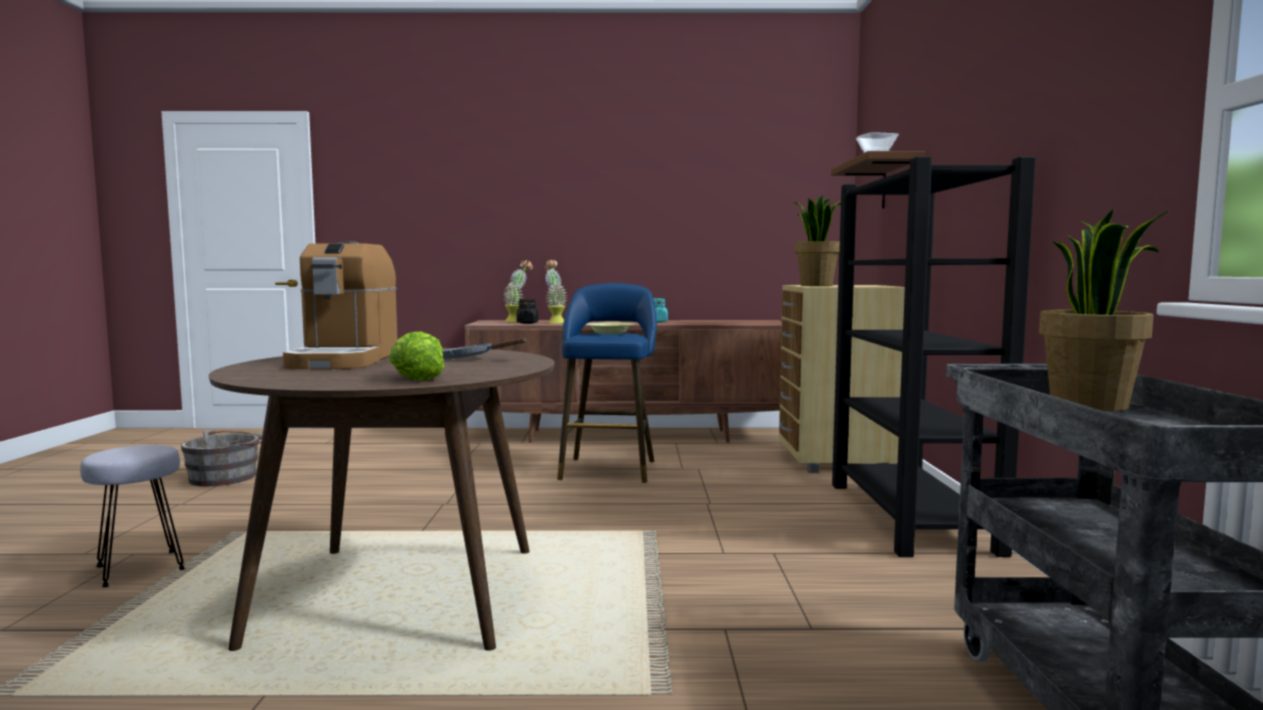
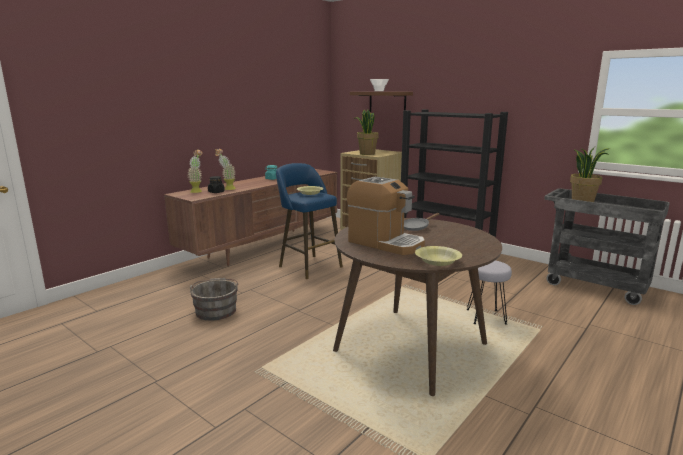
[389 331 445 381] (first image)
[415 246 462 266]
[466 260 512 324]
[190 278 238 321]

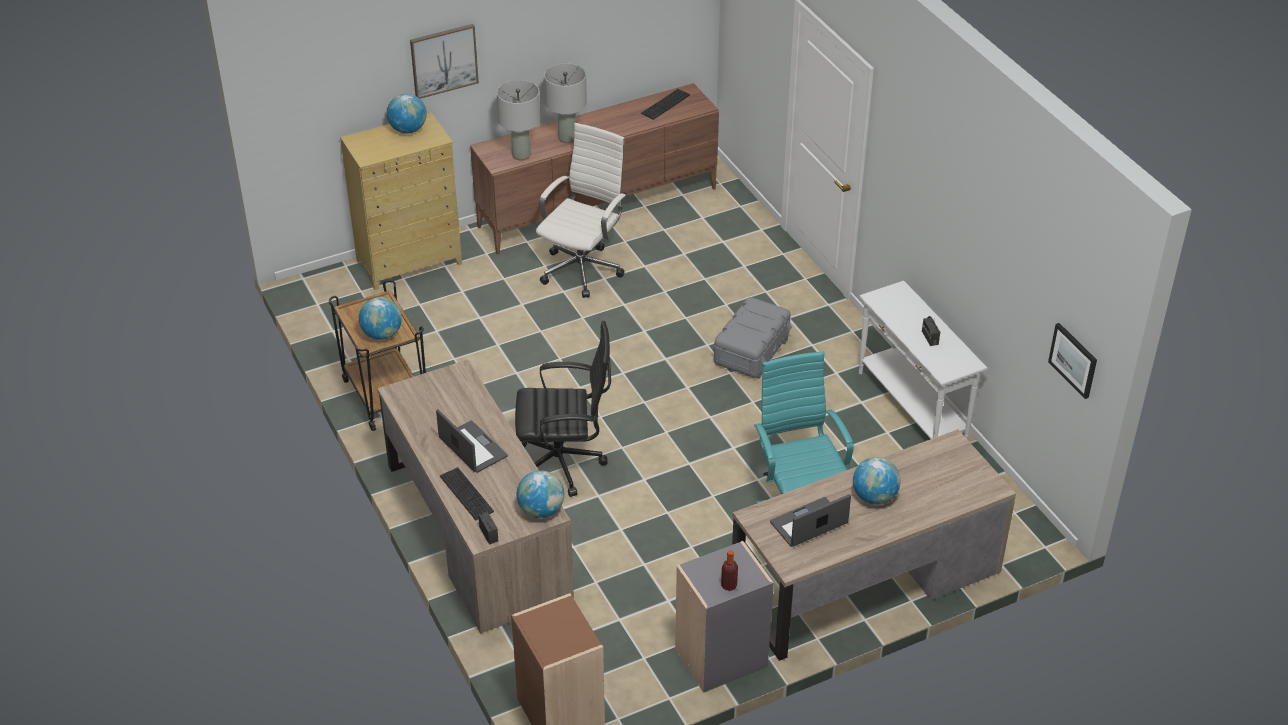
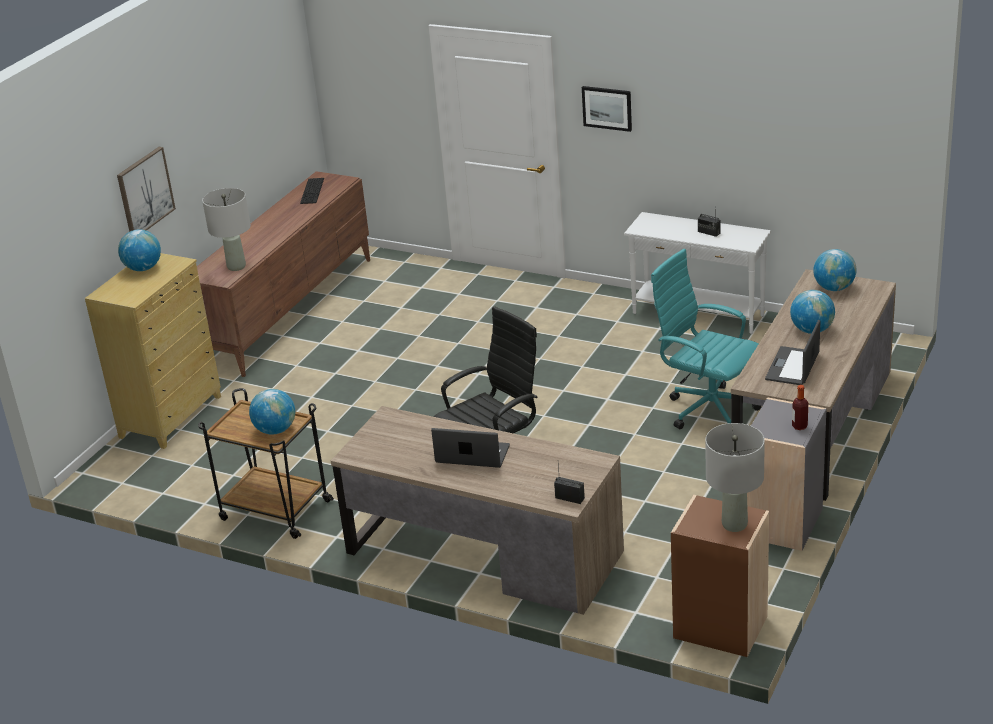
[440 467 494 520] (first image)
[536 123 627 298] (first image)
[712 297 792 379] (first image)
[813 249 857 291]
[705 423 765 532]
[582 86 632 132]

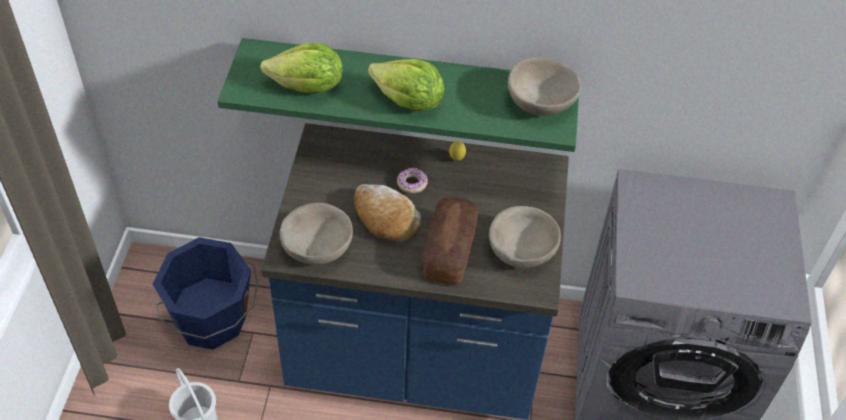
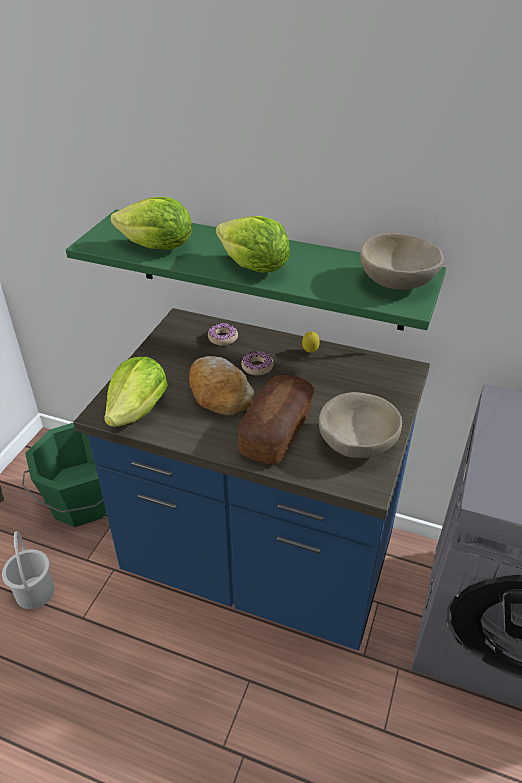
[208 323 238 346]
[104 357 168 427]
[22 423 106 527]

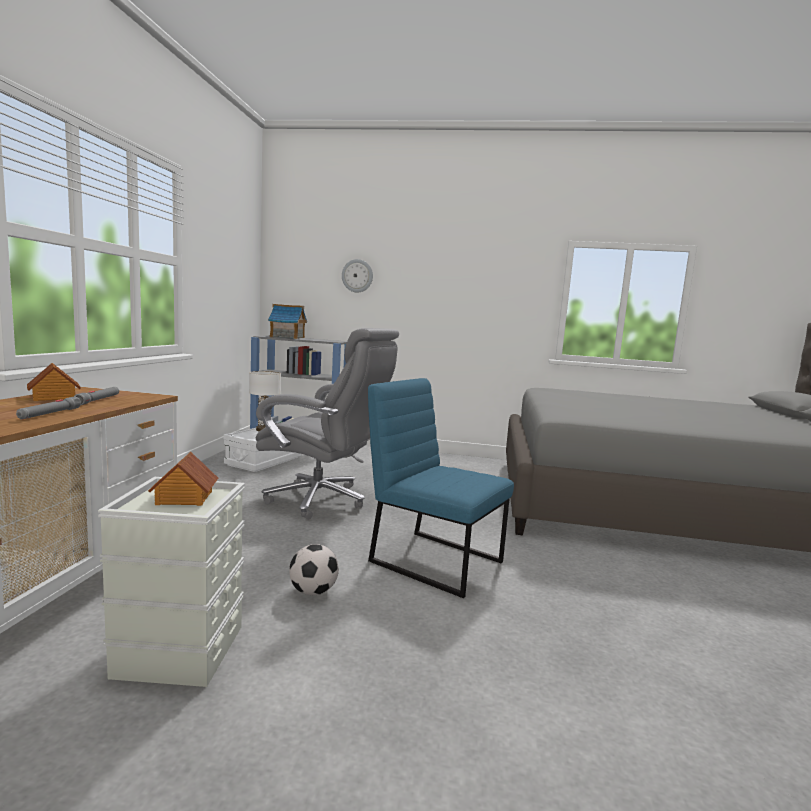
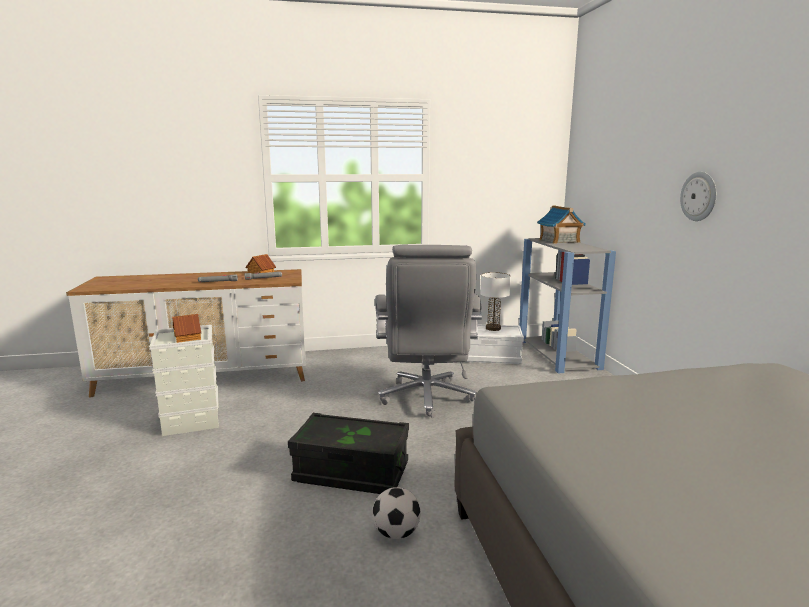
[372 487 421 539]
[680 172 717 221]
[288 413 409 494]

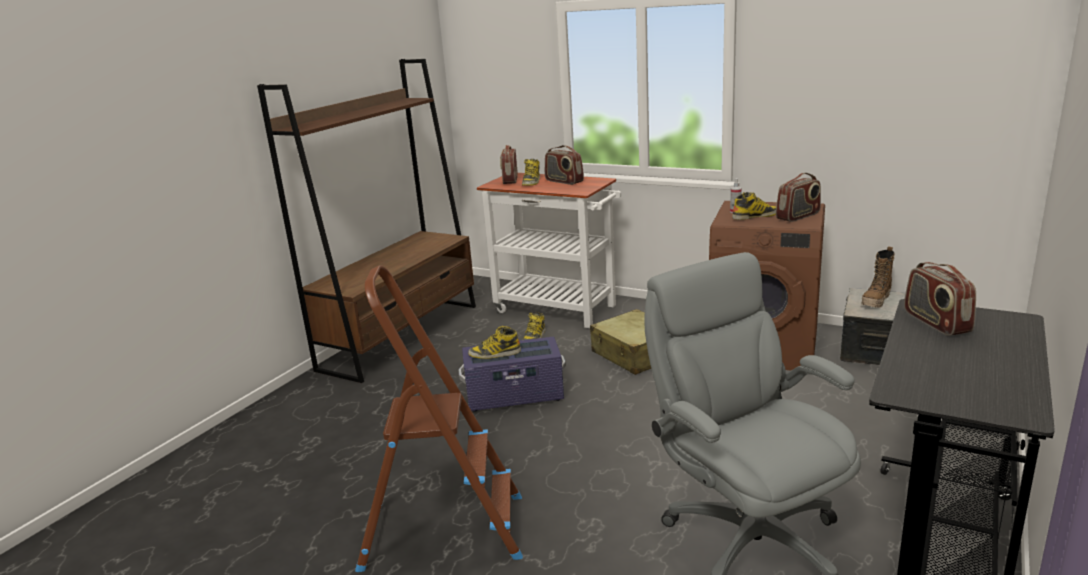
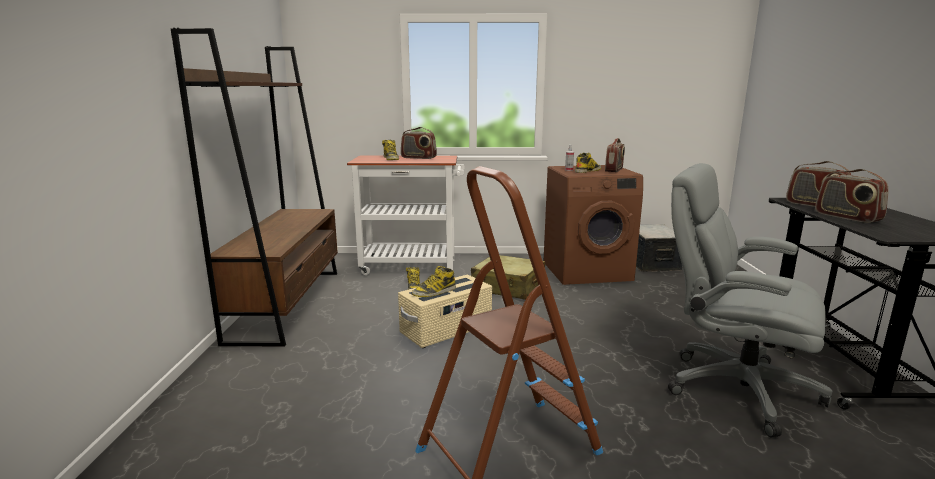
[861 246 895 308] (first image)
[815 169 889 223]
[398 275 492 348]

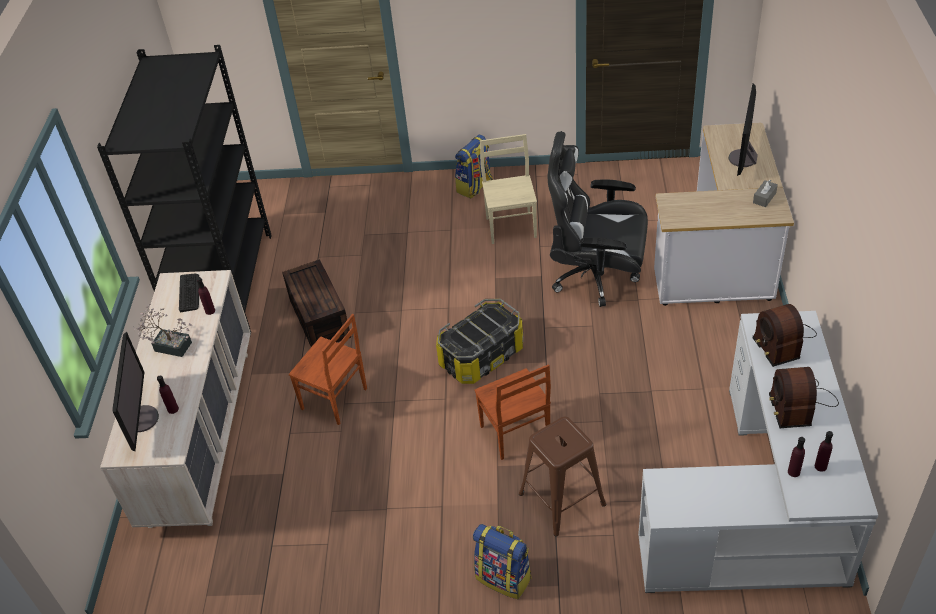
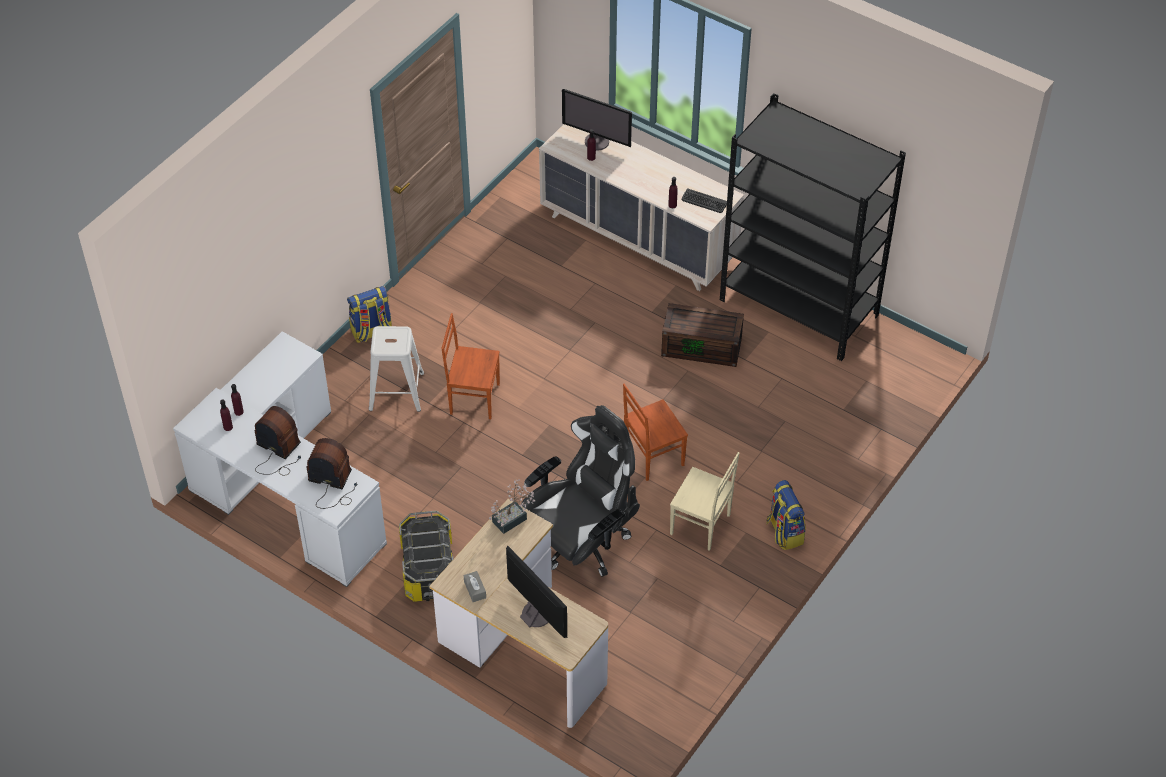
[489 479 535 534]
[623 384 688 481]
[399 511 454 602]
[369 326 424 412]

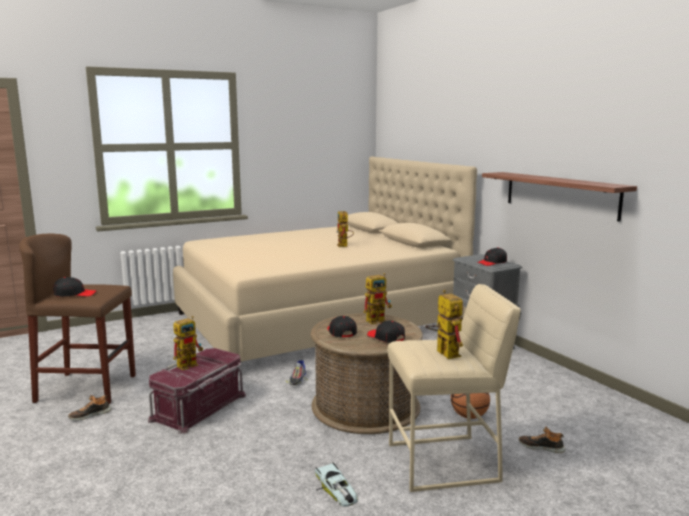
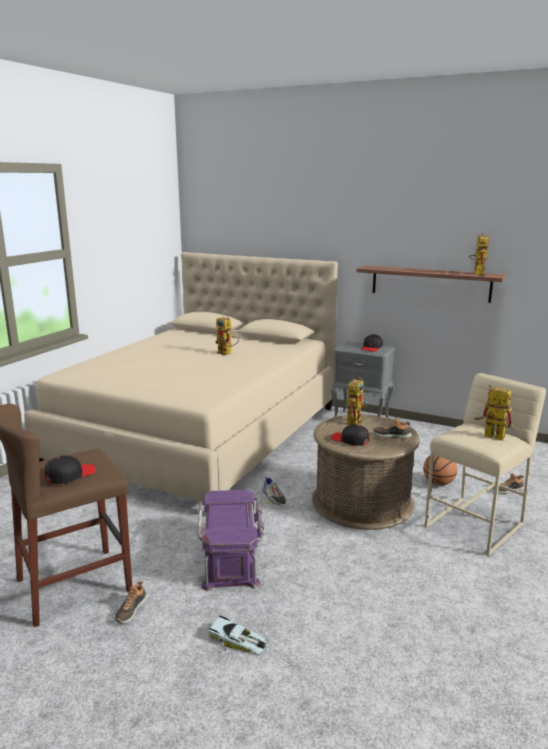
[469 233 489 275]
[208 616 267 655]
[373 417 411 439]
[197 490 264 591]

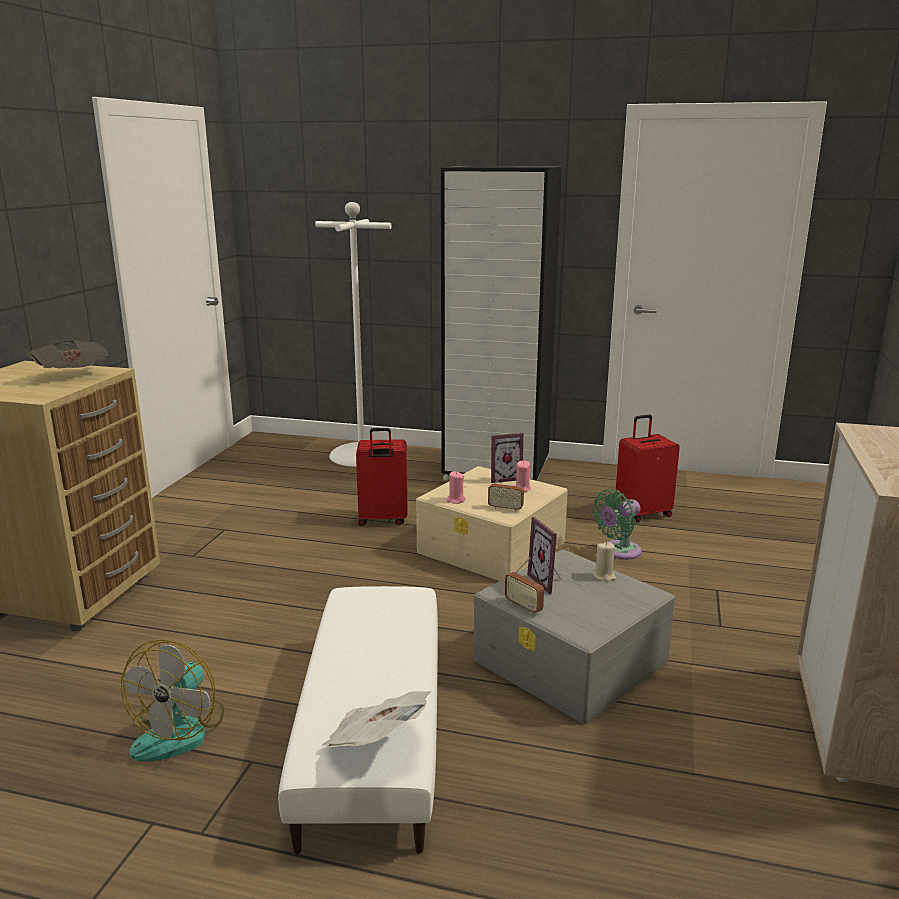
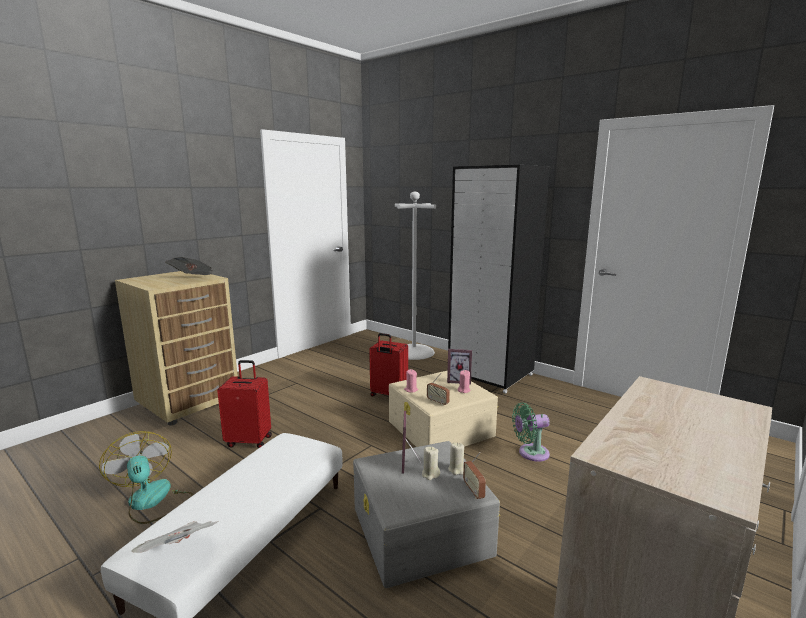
[422 447 440 480]
[463 452 486 499]
[217 360 272 448]
[99 431 193 524]

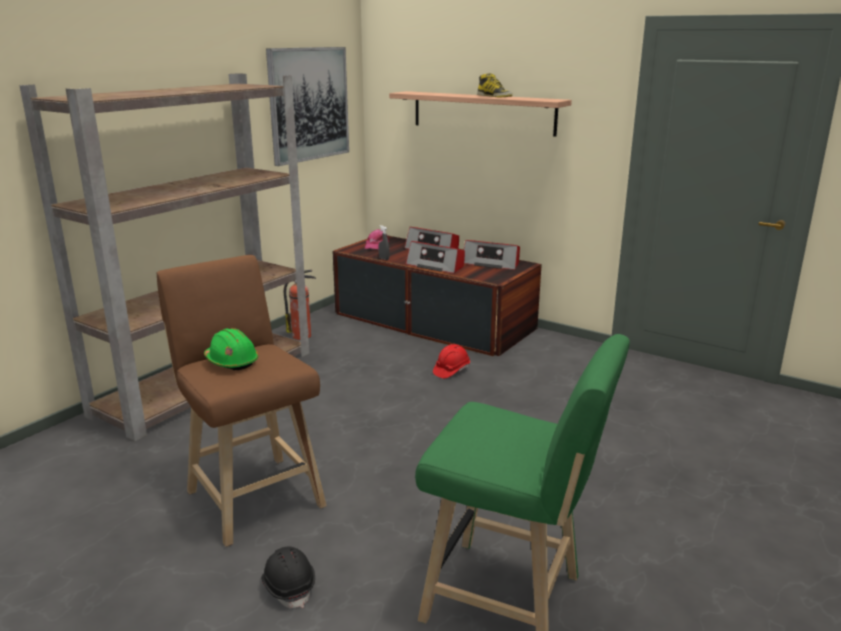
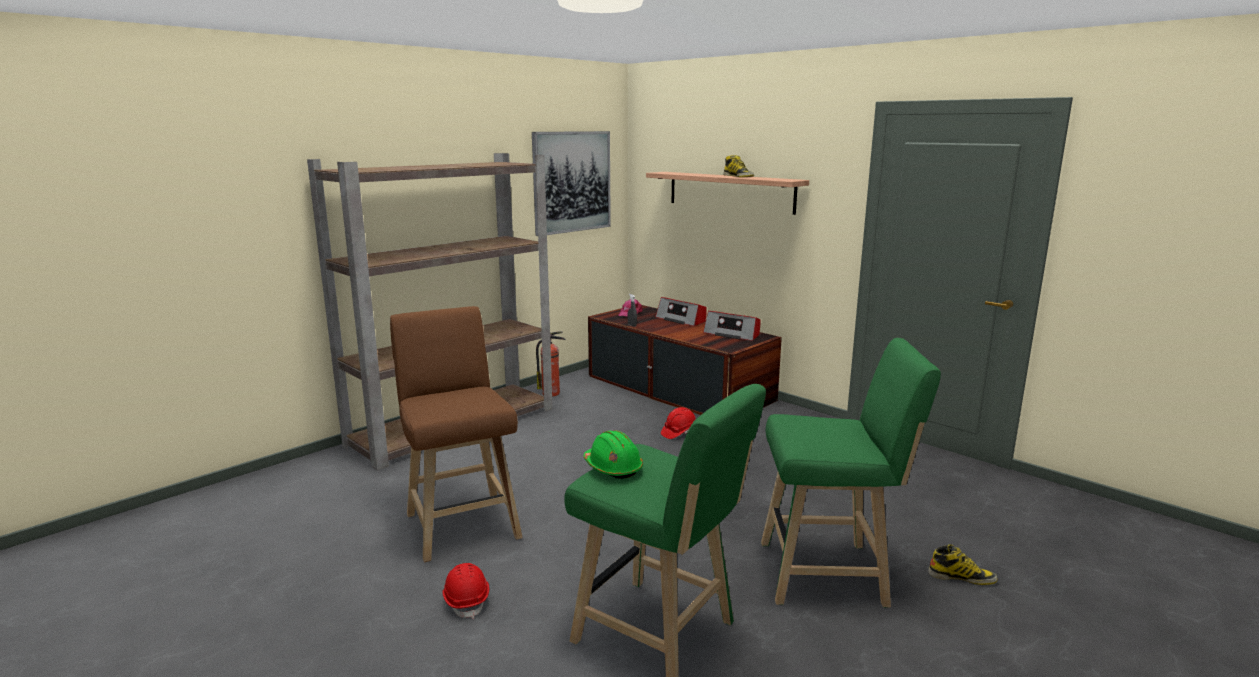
[406 241 465 273] (first image)
[761 338 941 608]
[928 544 998 585]
[583 430 643 479]
[442 563 489 619]

